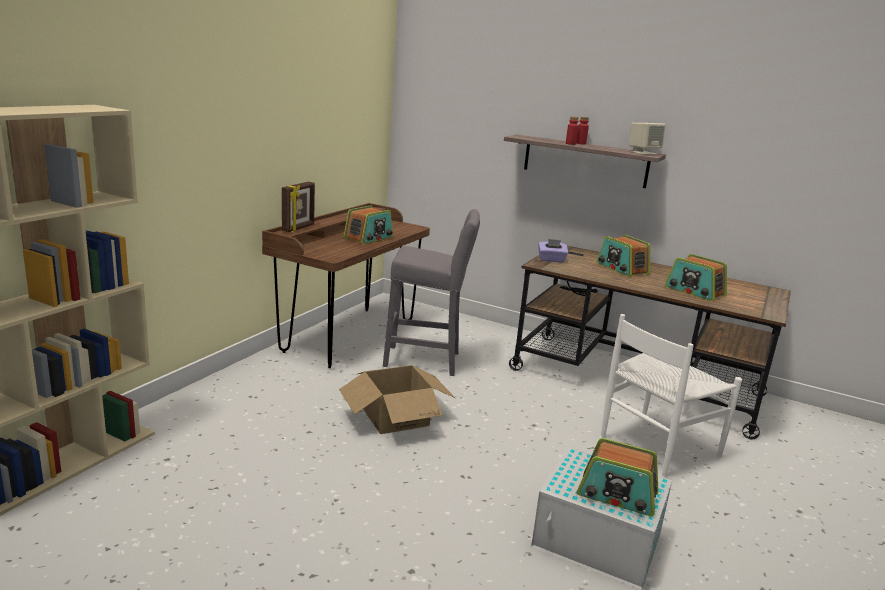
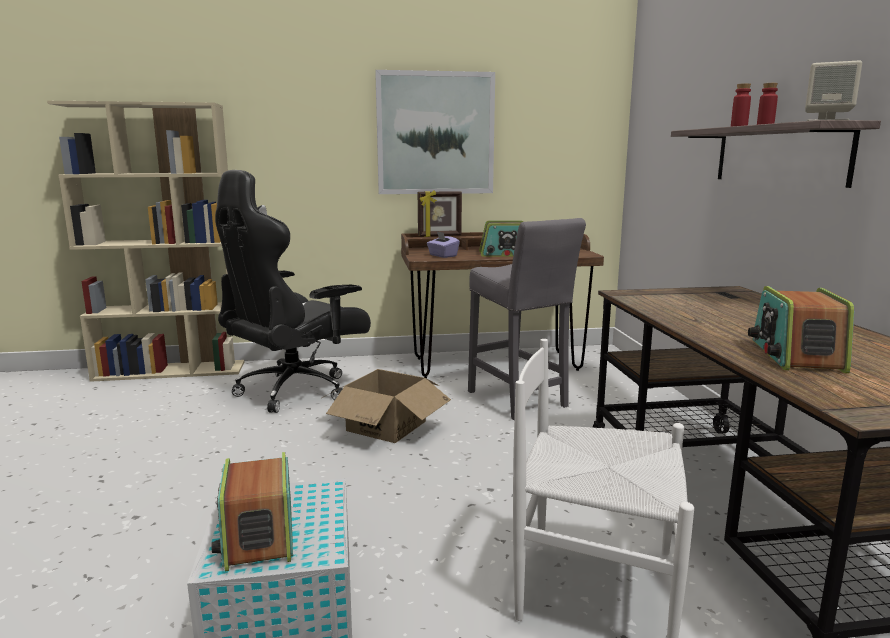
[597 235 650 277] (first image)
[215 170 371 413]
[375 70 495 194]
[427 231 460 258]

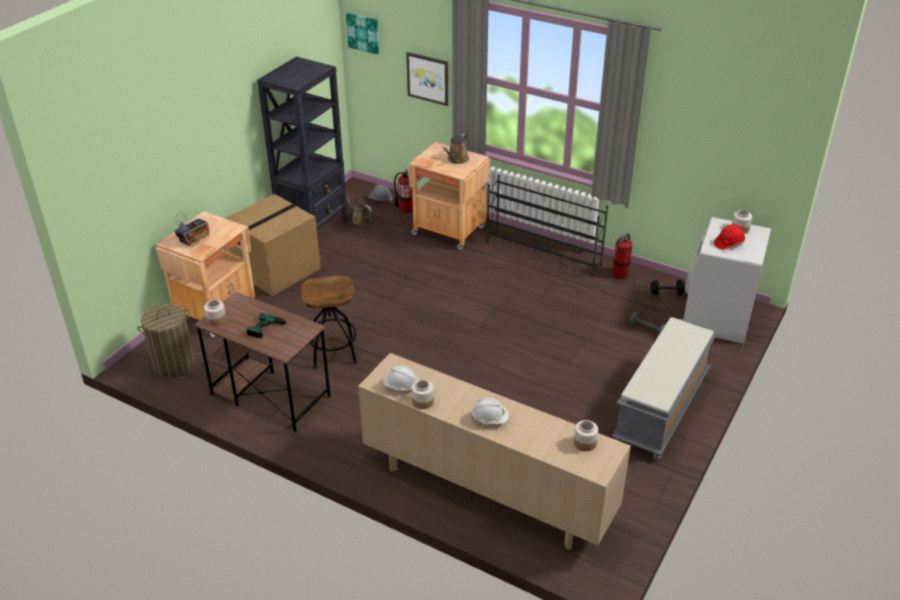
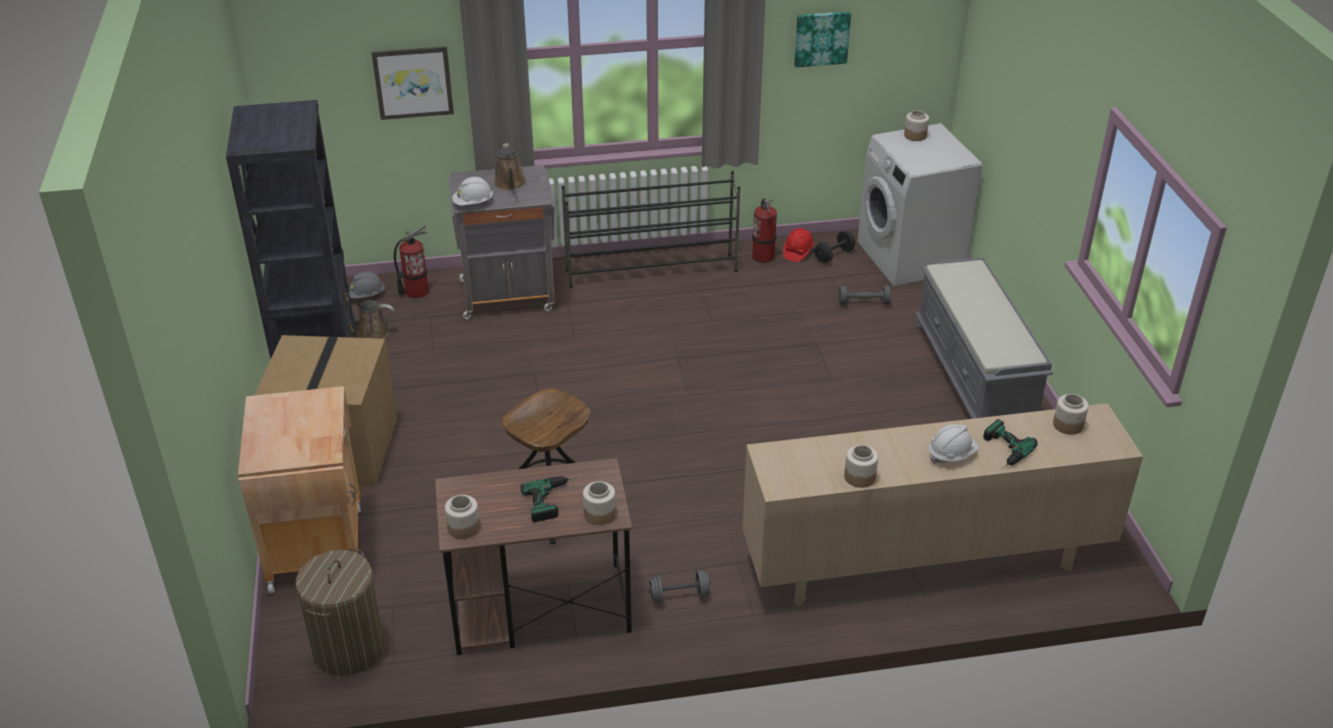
[175 212 210 246] (first image)
[583 481 616 525]
[648 570 711 604]
[983 419 1038 469]
[794 11 851 67]
[452 177 494 205]
[783 228 814 262]
[448 165 555 319]

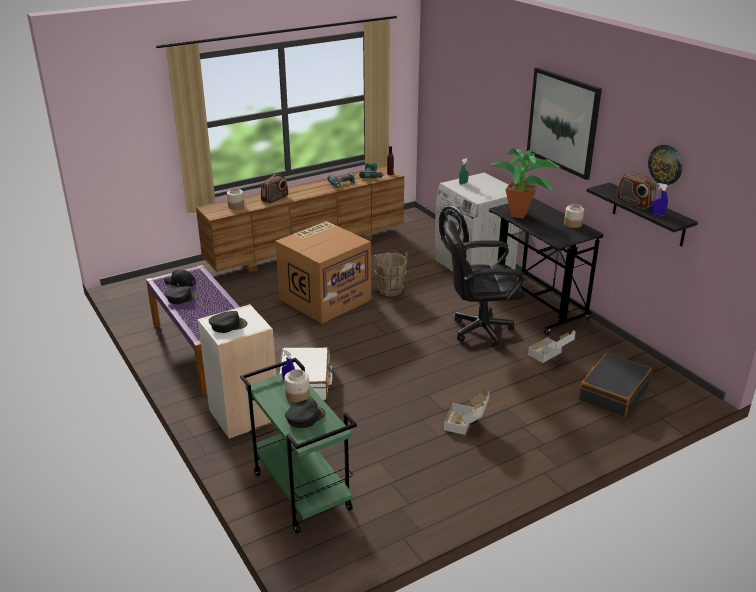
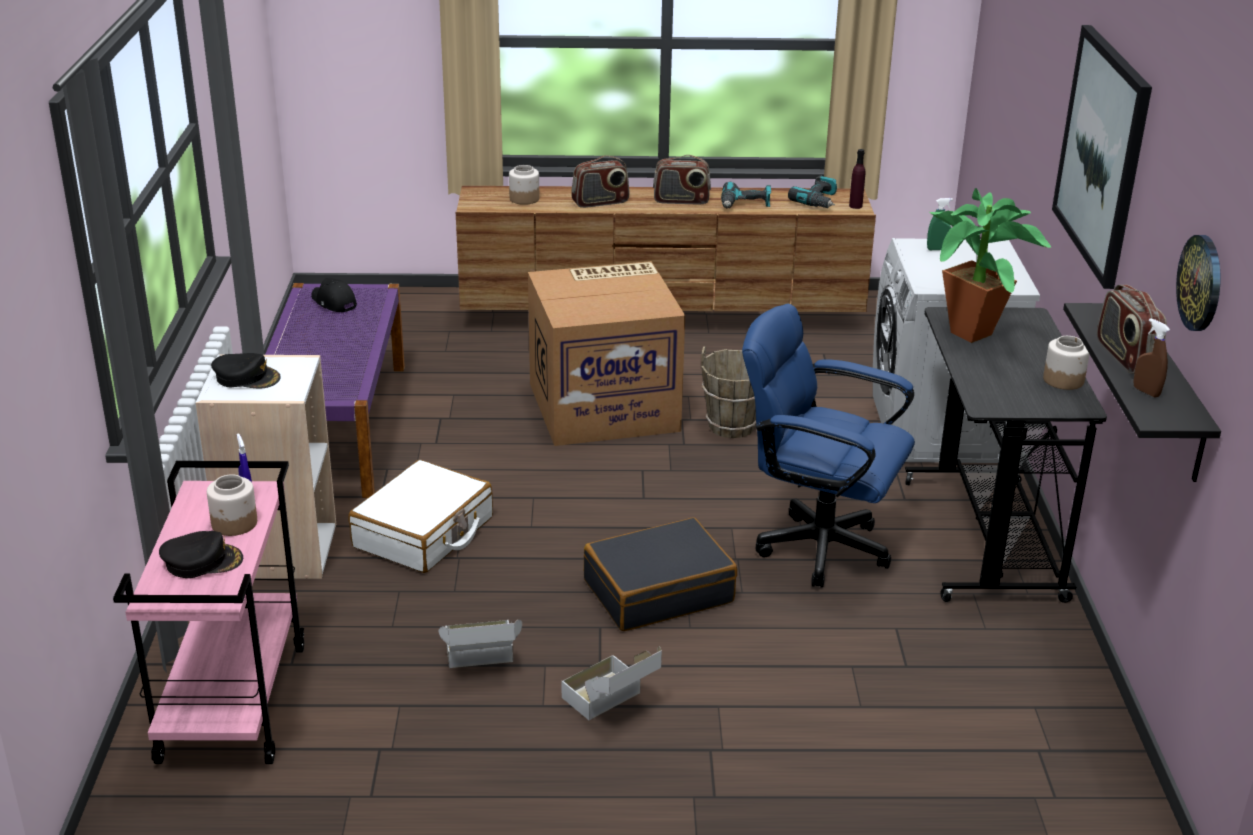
[165 286 199 304] (first image)
[653 155 711 205]
[439 619 522 668]
[584 517 737 631]
[113 461 304 764]
[742 304 915 588]
[1133 318 1170 398]

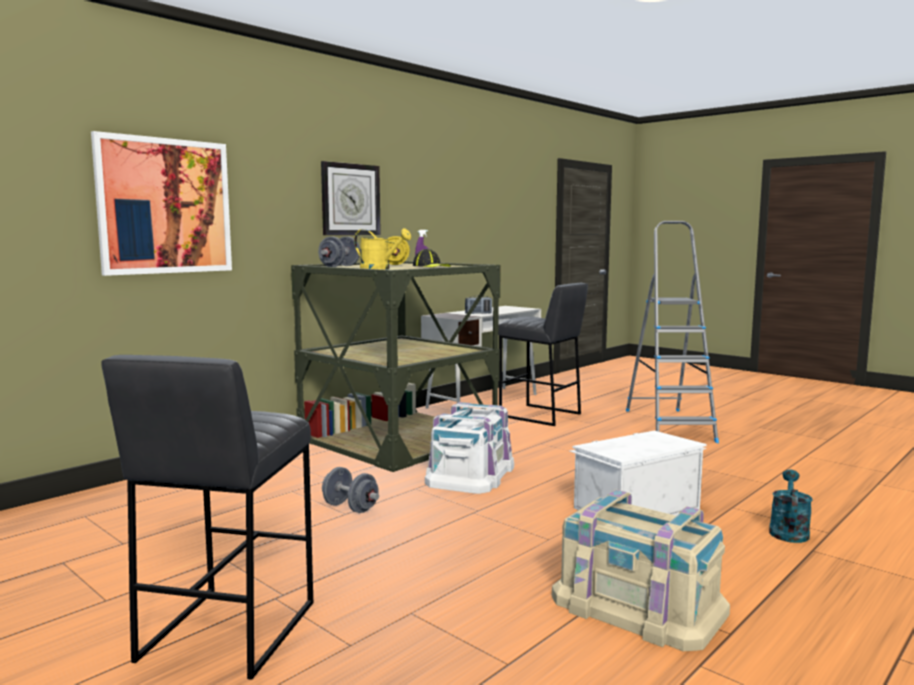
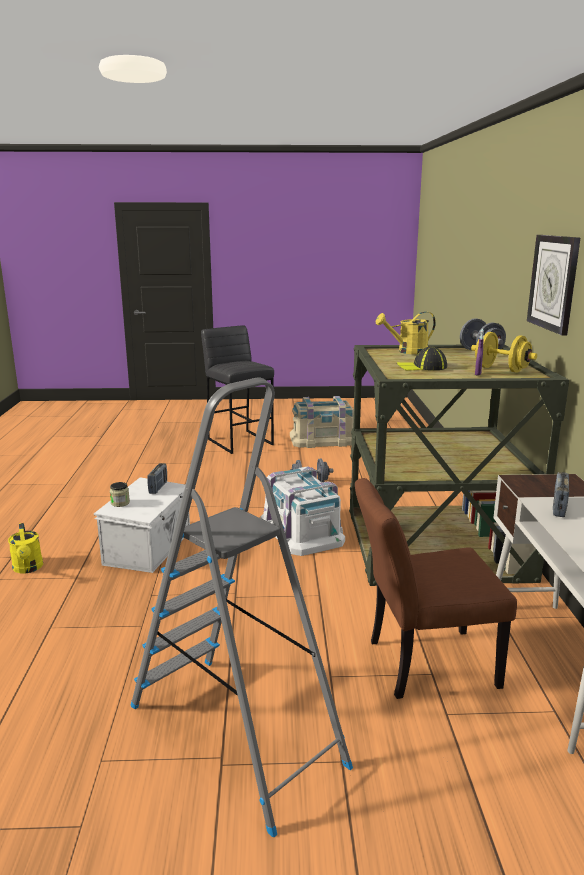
[91 131 232 276] (first image)
[110 482 130 507]
[147 463 167 494]
[290 396 354 448]
[355 478 517 699]
[8 523 43 573]

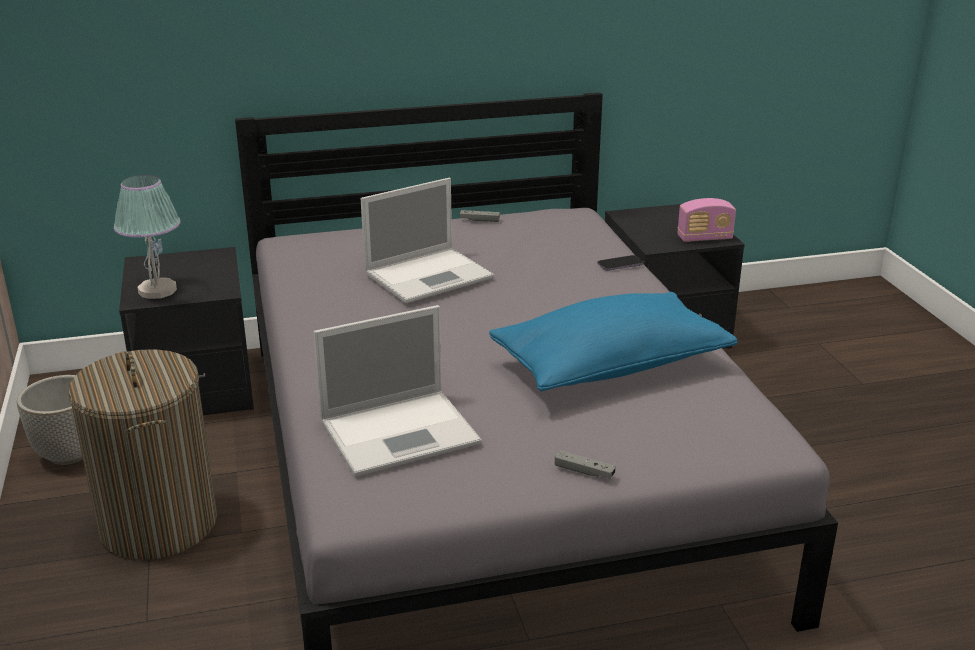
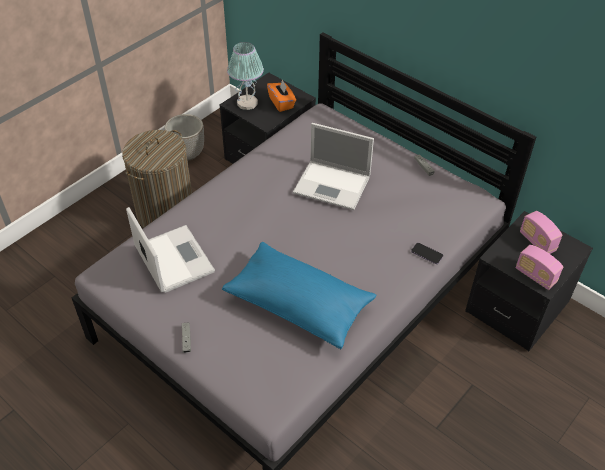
[267 79 296 112]
[520 211 562 254]
[126 207 215 293]

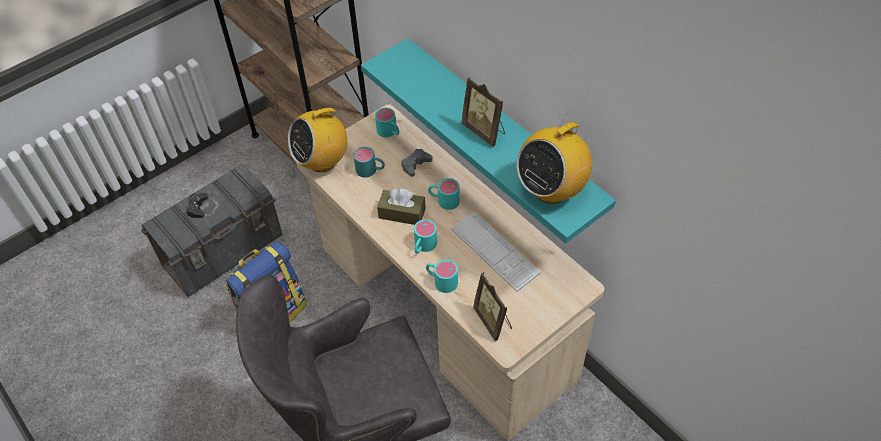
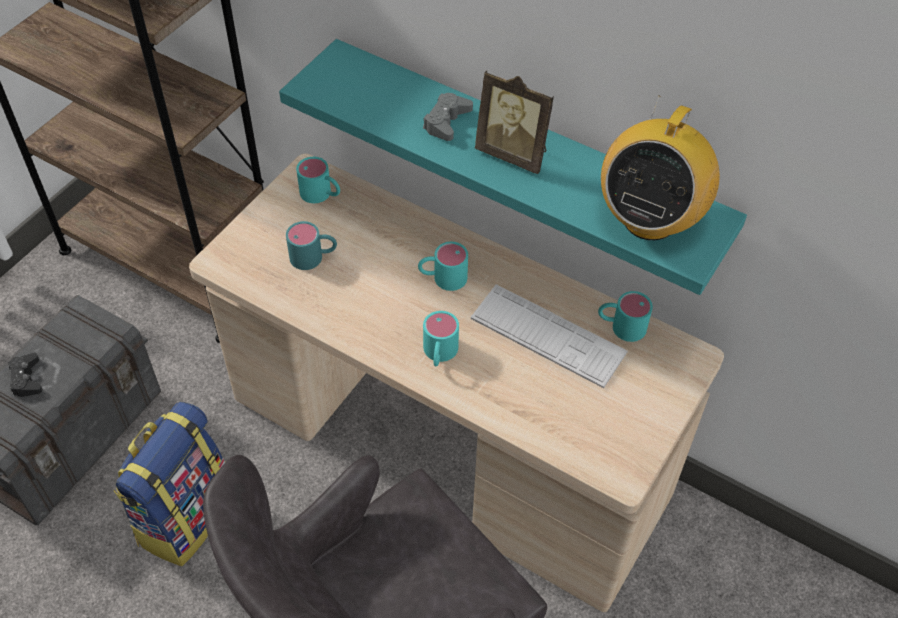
[288 100 348 172] (first image)
[377 188 426 225] (first image)
[473 272 512 341] (first image)
[423 93 473 141]
[598 291 653 342]

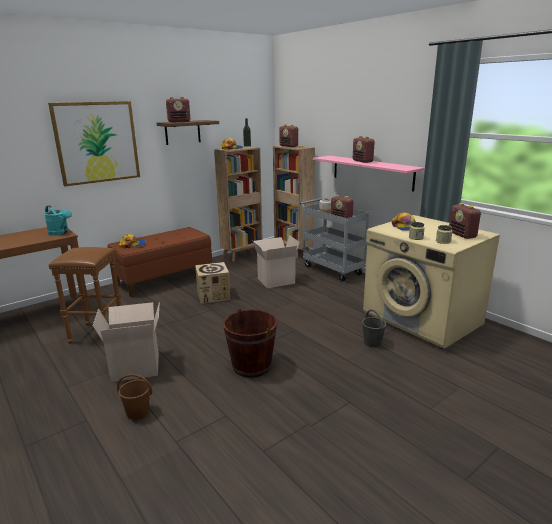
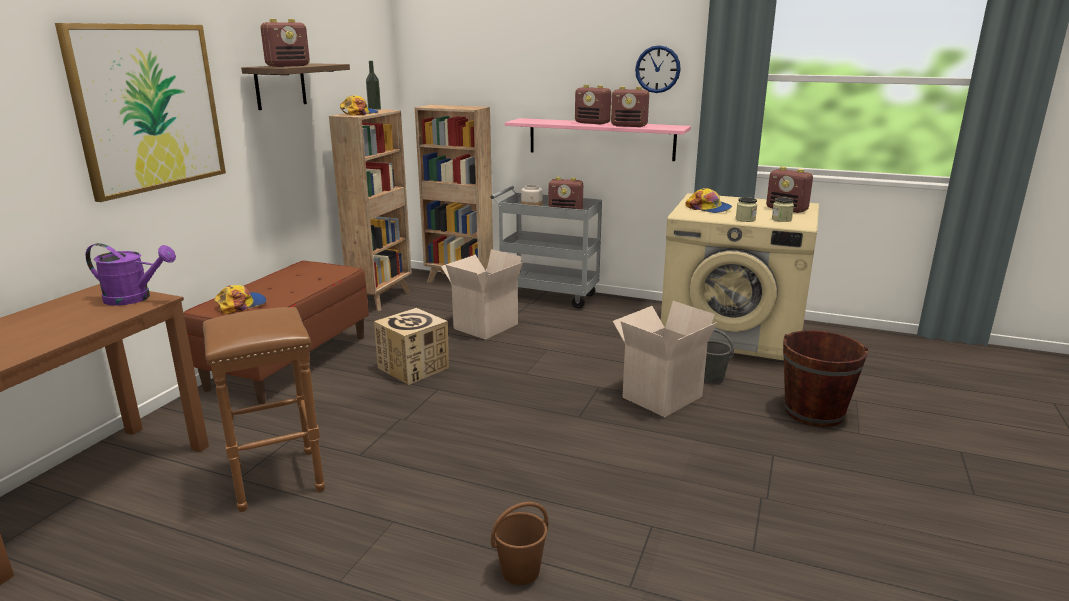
[635 45 681 93]
[613 301 717 417]
[783 330 868 427]
[611 87 649 127]
[86 243 176 306]

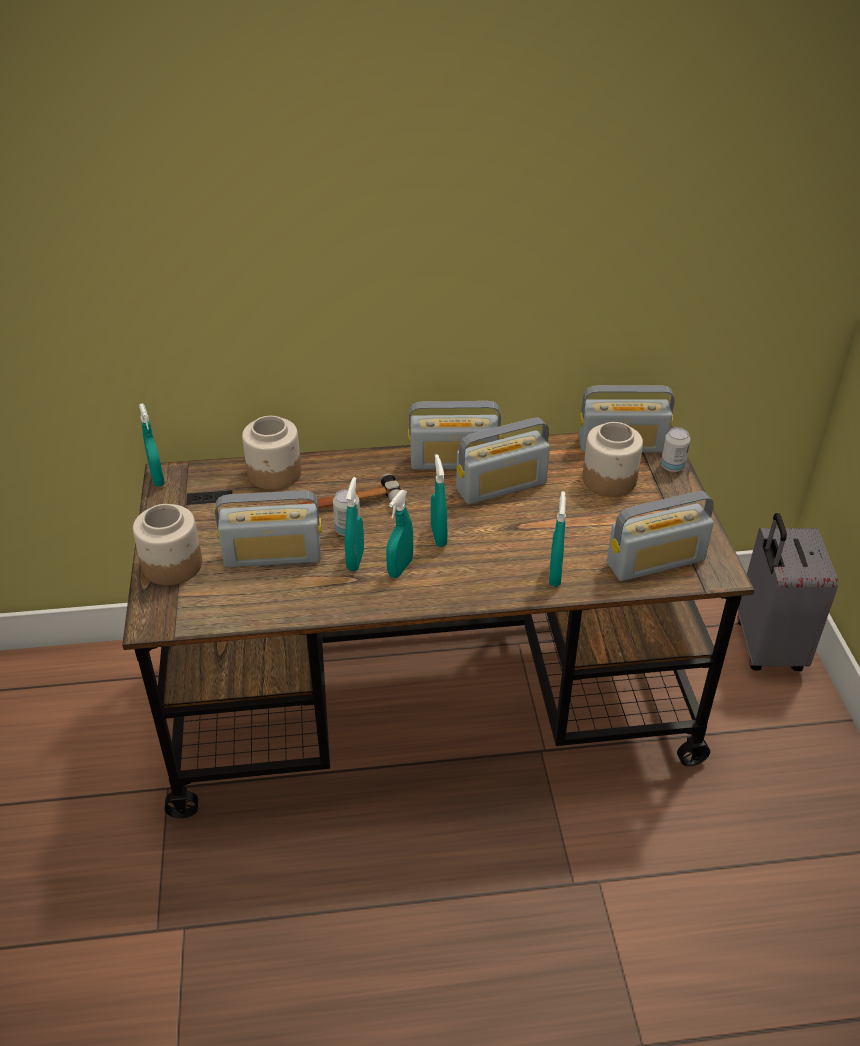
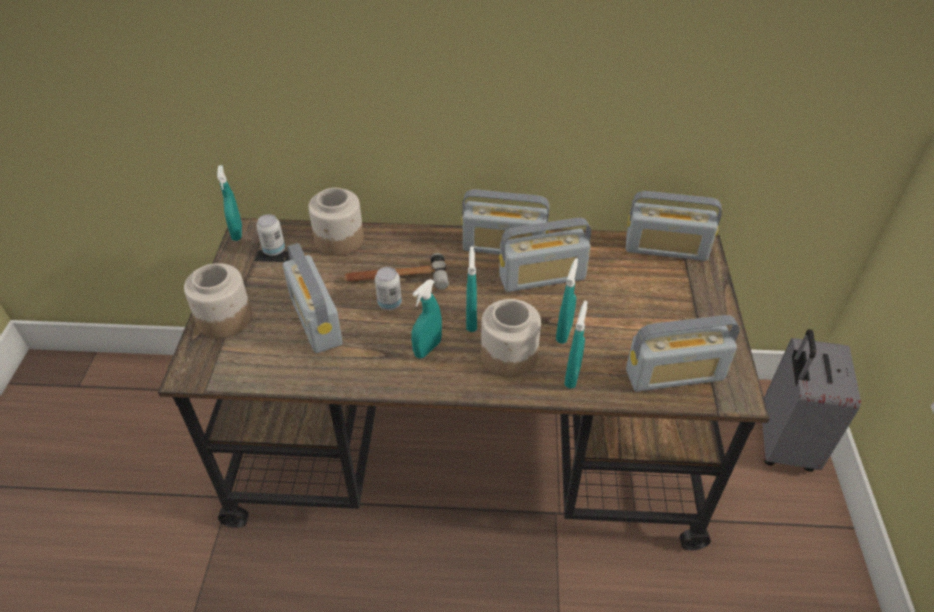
[556 258 578 344]
[481 299 541 377]
[256 214 285 256]
[283 243 343 353]

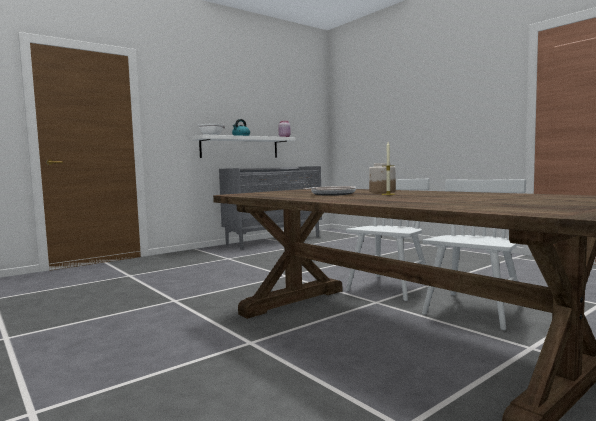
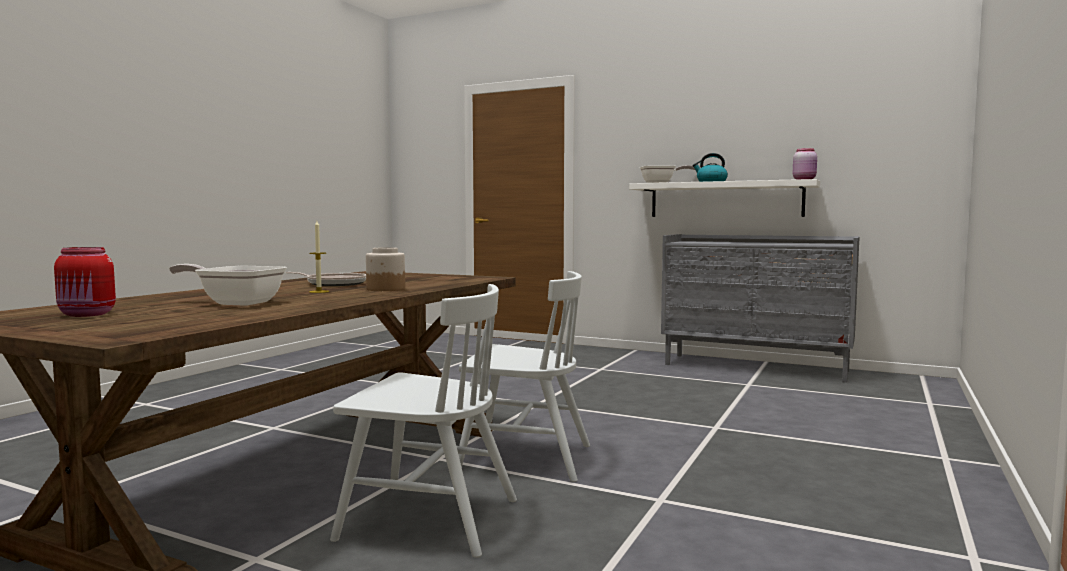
[54 247 116 317]
[169 264 287 306]

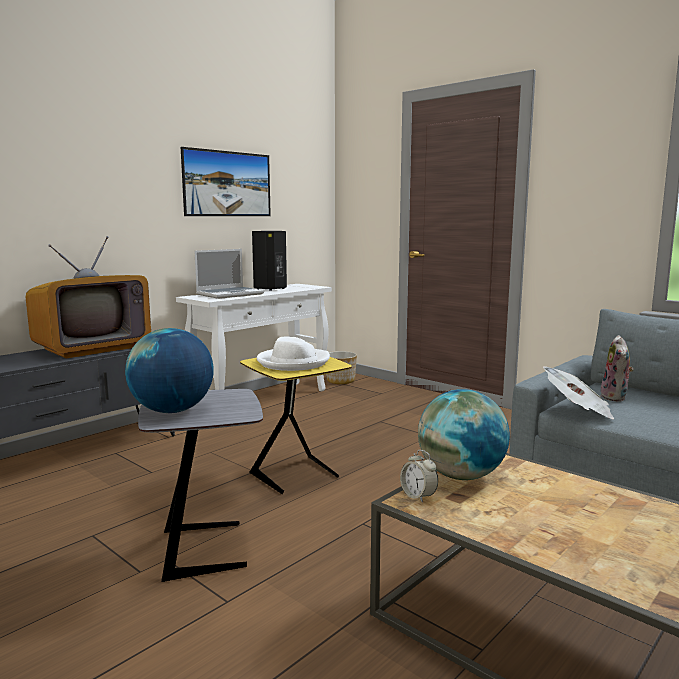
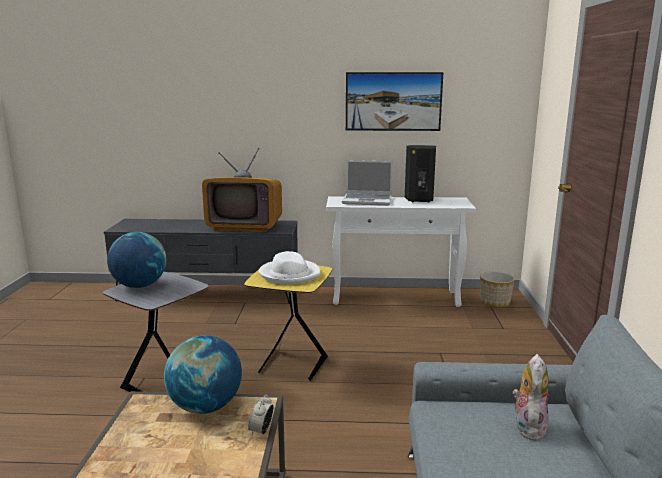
[543 366 614 419] (first image)
[248 394 273 435]
[513 354 548 441]

